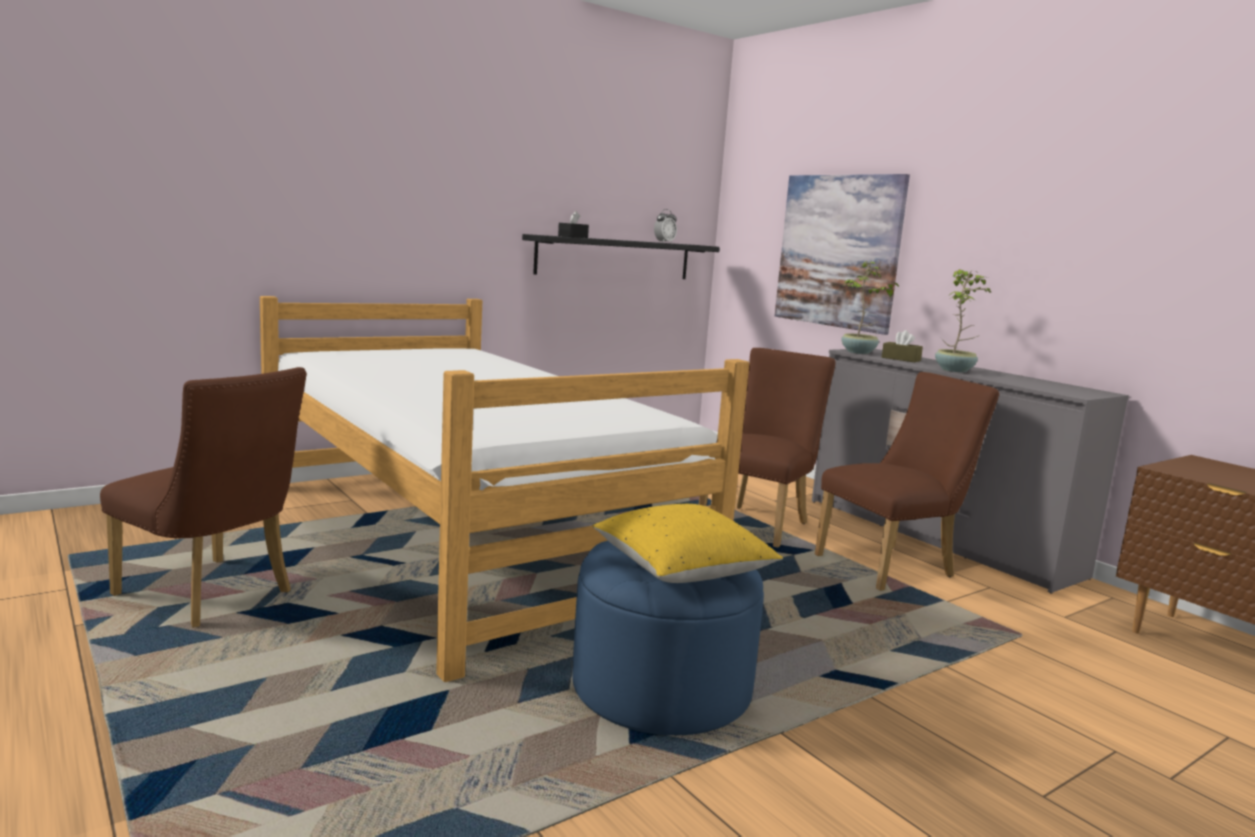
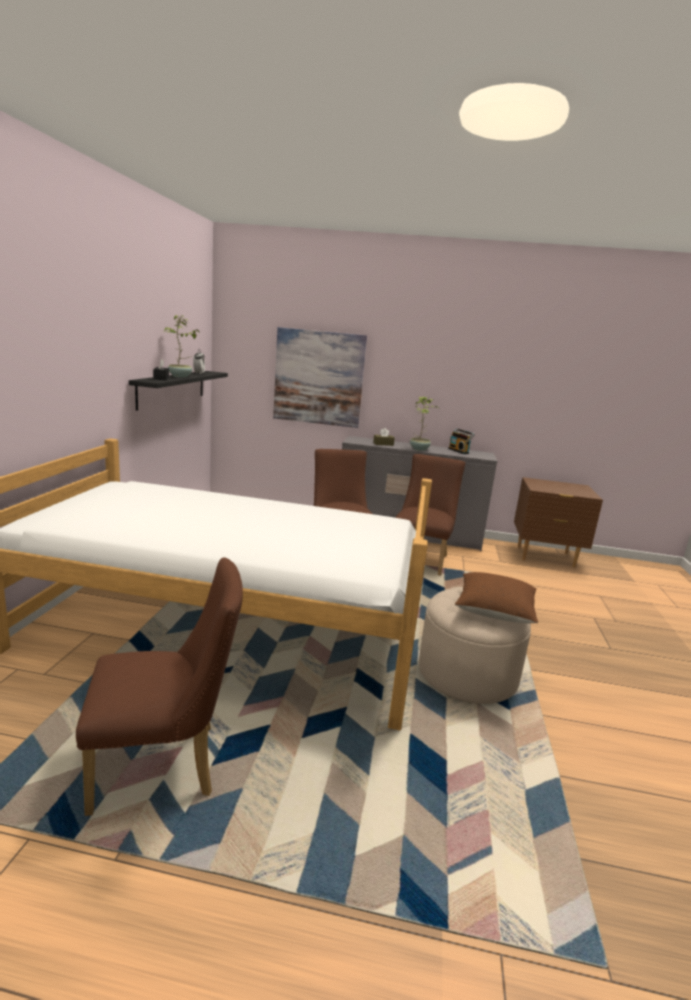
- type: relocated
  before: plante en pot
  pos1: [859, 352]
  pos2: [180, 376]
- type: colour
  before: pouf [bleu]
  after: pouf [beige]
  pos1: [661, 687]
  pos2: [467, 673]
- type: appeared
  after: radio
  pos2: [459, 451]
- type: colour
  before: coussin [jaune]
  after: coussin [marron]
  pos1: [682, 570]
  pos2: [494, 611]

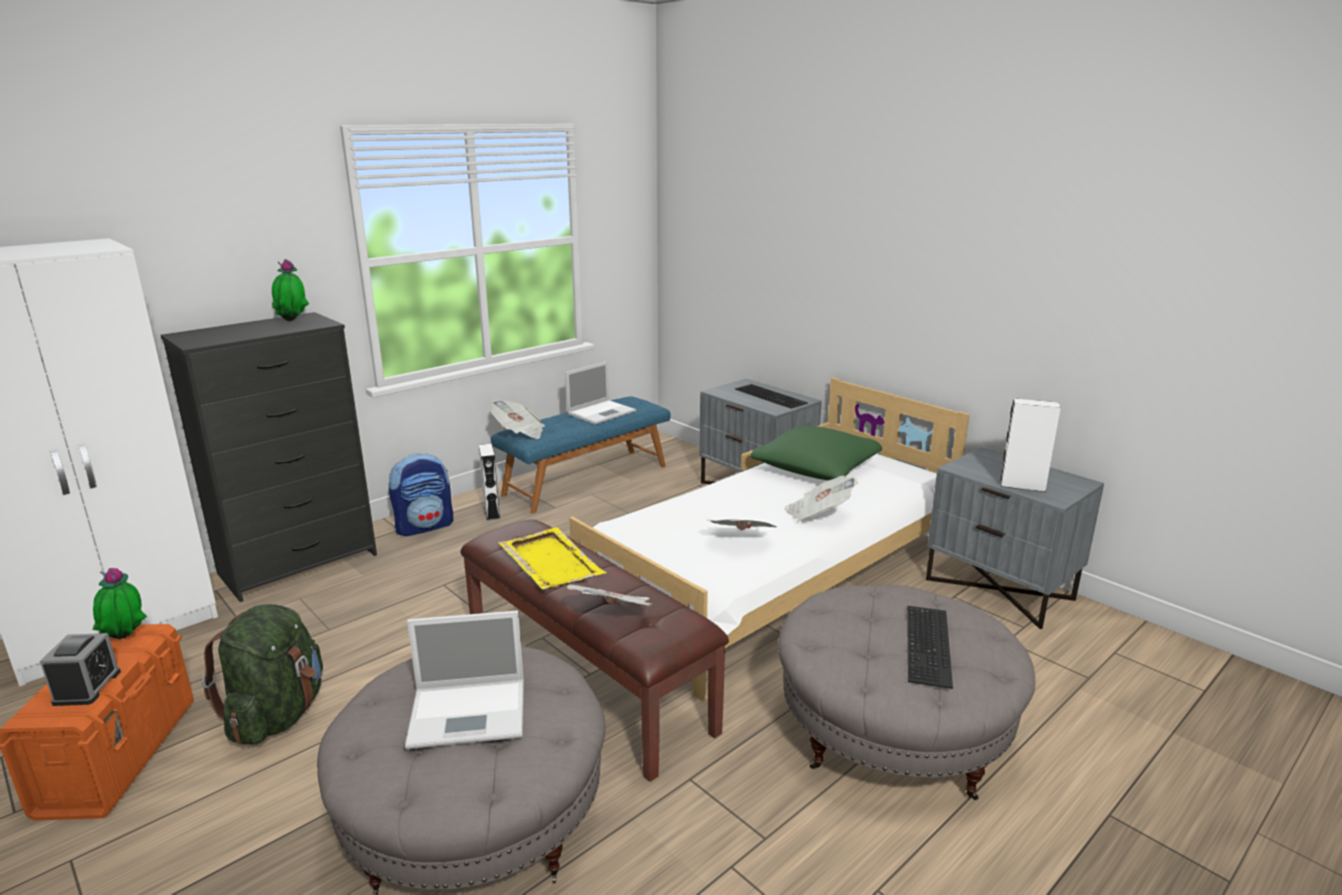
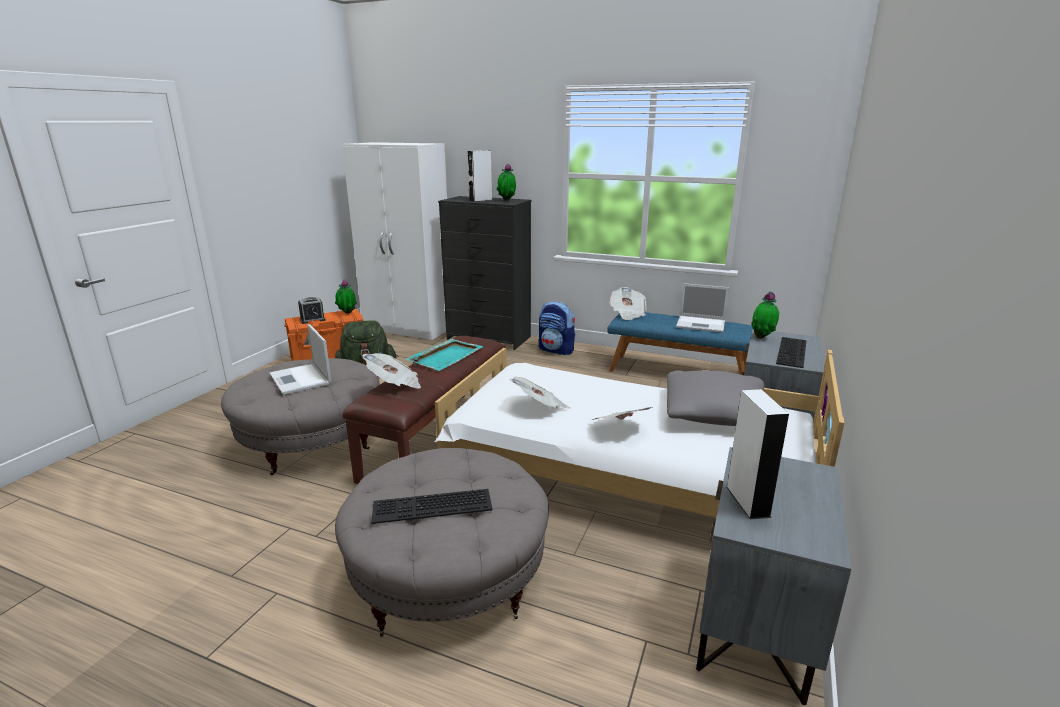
- type: colour
  before: plateau [jaune]
  after: plateau [turquoise]
  pos1: [550, 561]
  pos2: [446, 356]
- type: relocated
  before: enceinte [blanc]
  pos1: [491, 512]
  pos2: [480, 200]
- type: colour
  before: coussin [vert]
  after: coussin [gris]
  pos1: [816, 469]
  pos2: [715, 414]
- type: appeared
  after: plante en pot
  pos2: [762, 338]

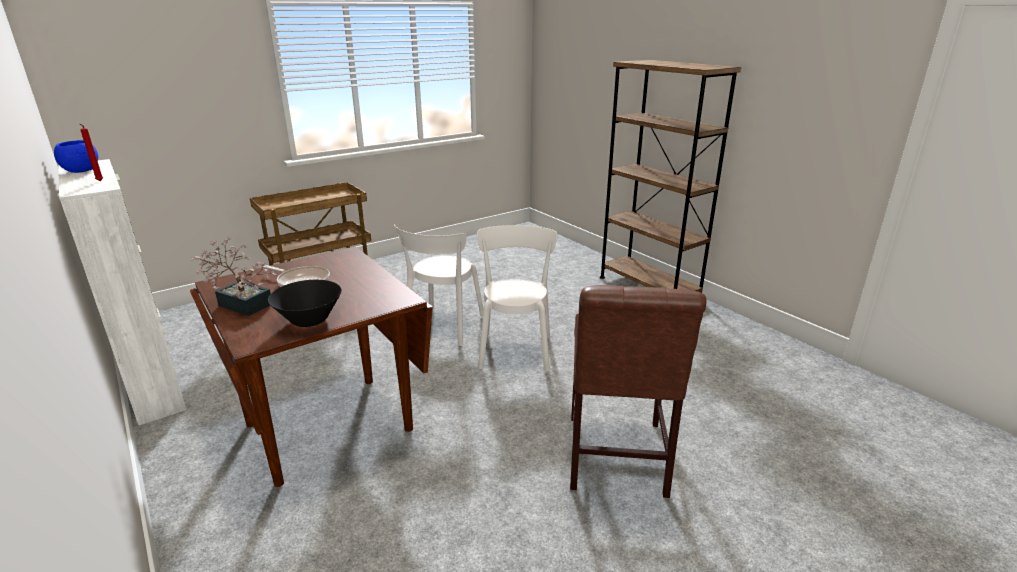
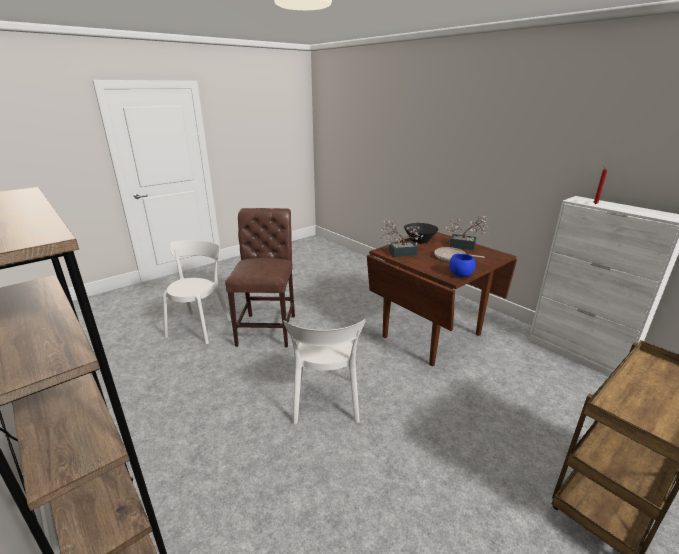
- type: relocated
  before: chaise [blanc]
  pos1: [443, 327]
  pos2: [200, 326]
- type: appeared
  after: plante en pot
  pos2: [399, 253]
- type: relocated
  before: bol [bleu]
  pos1: [82, 171]
  pos2: [461, 275]

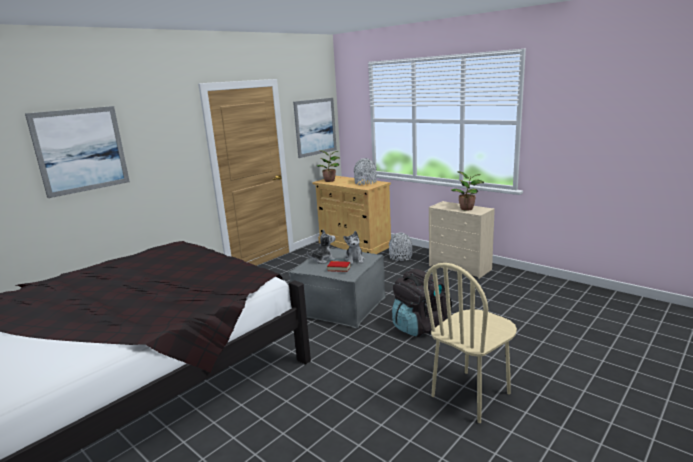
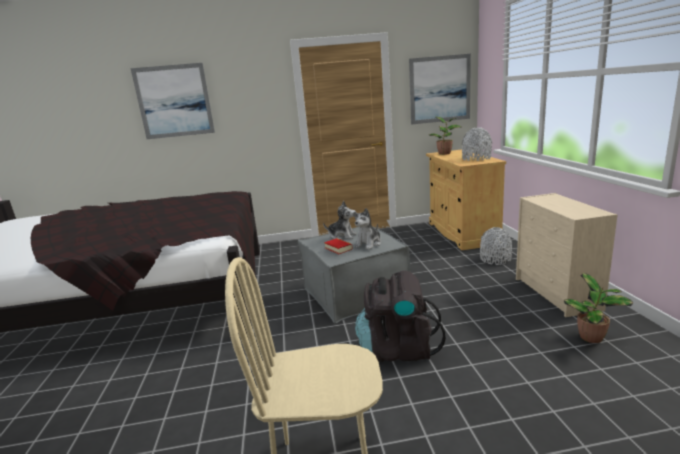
- type: relocated
  before: plante en pot
  pos1: [467, 209]
  pos2: [592, 338]

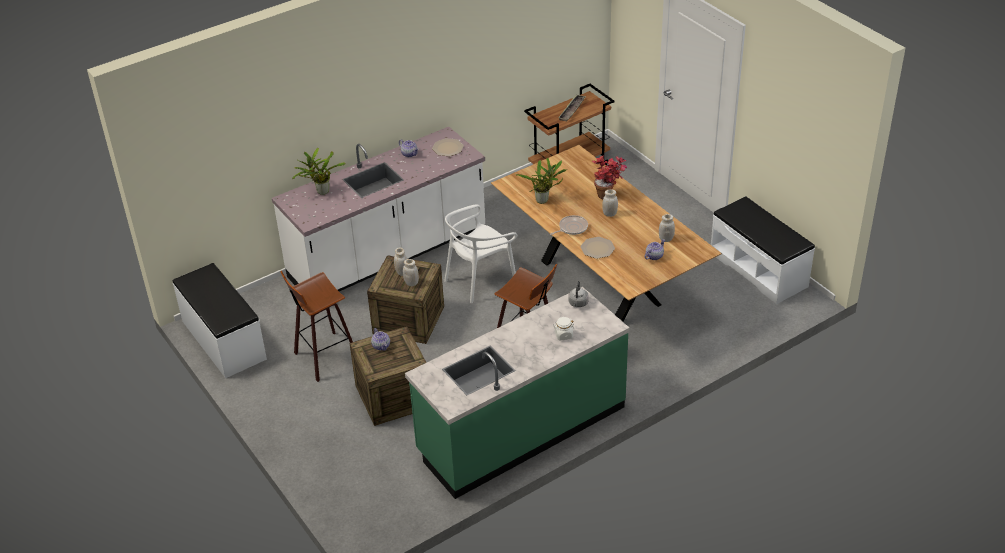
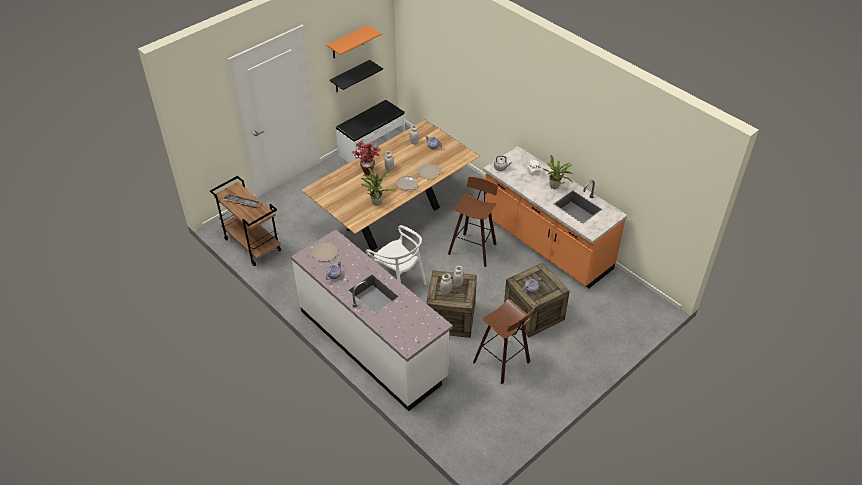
- type: appeared
  after: étagère [orange]
  pos2: [348, 42]
- type: appeared
  after: étagère [noir]
  pos2: [350, 77]
- type: colour
  before: comptoir de cuisine [vert]
  after: comptoir de cuisine [orange]
  pos1: [521, 429]
  pos2: [545, 244]
- type: relocated
  before: plante en pot
  pos1: [321, 192]
  pos2: [554, 187]
- type: missing
  before: banc [blanc]
  pos1: [223, 340]

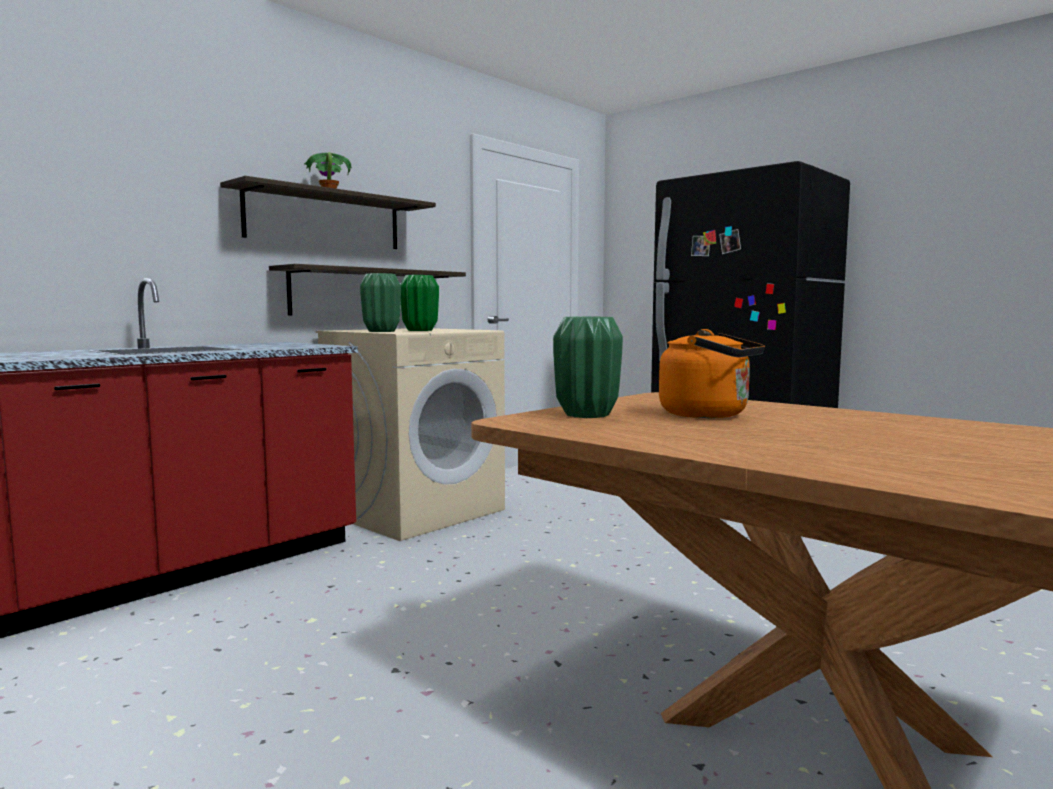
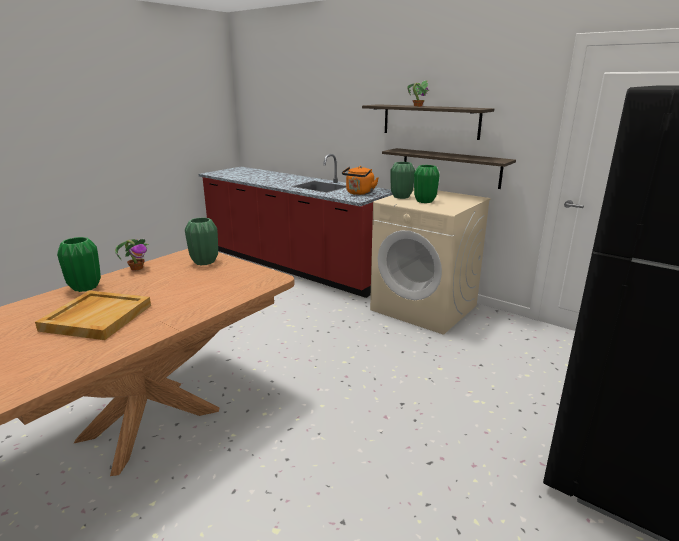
- type: appeared
  after: plateau [beige]
  pos2: [97, 317]
- type: appeared
  after: vase [vert]
  pos2: [85, 287]
- type: appeared
  after: plante en pot
  pos2: [137, 268]
- type: relocated
  before: bouilloire [orange]
  pos1: [709, 415]
  pos2: [359, 193]

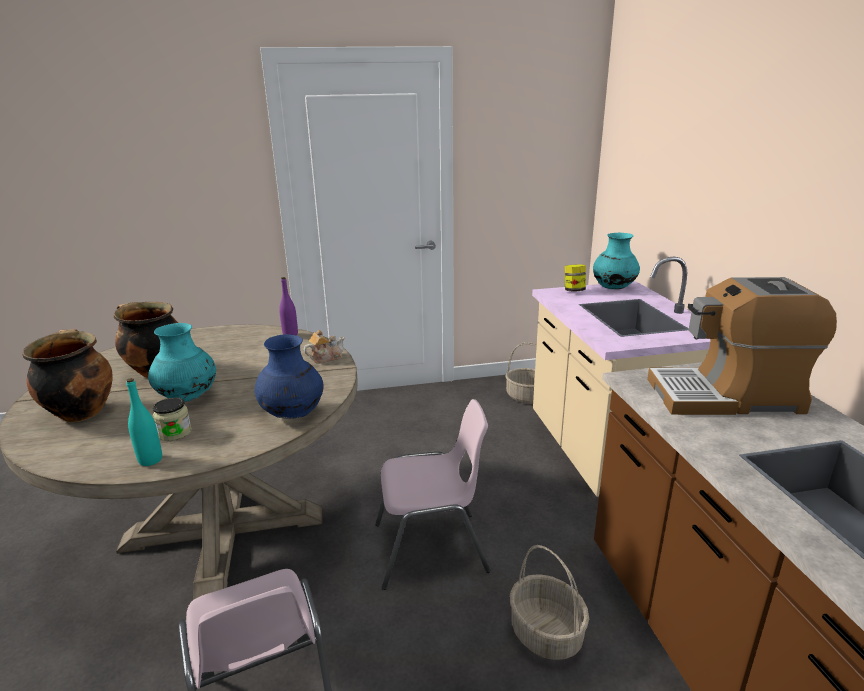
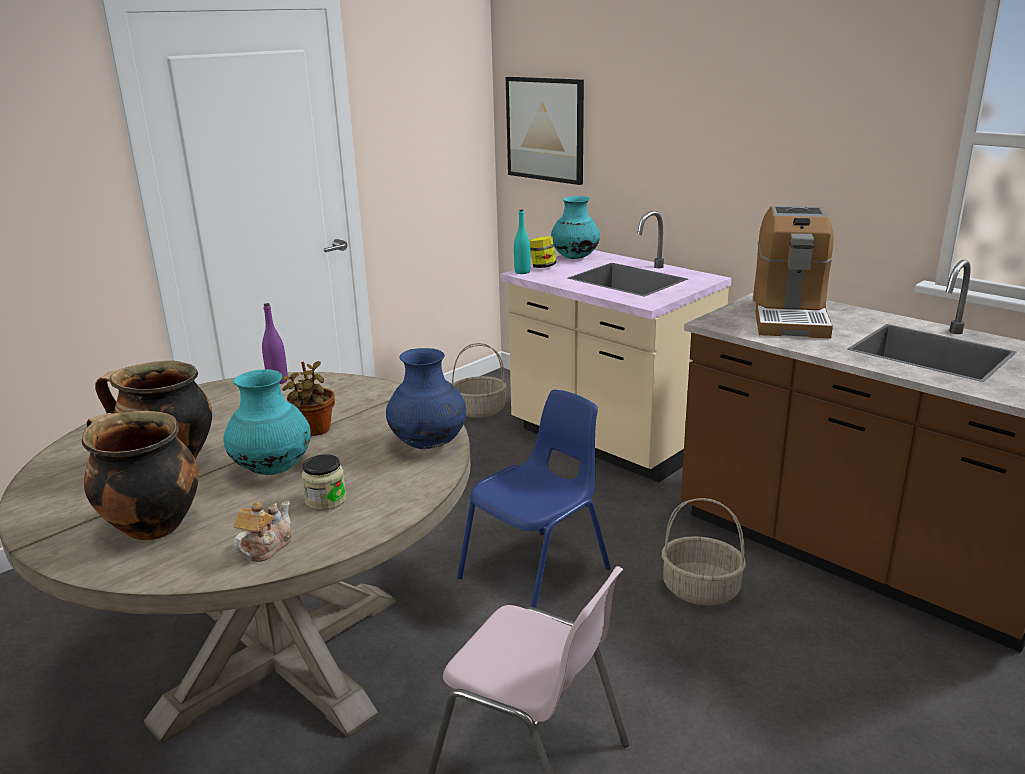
- type: relocated
  before: théière
  pos1: [325, 358]
  pos2: [265, 547]
- type: appeared
  after: plante en pot
  pos2: [314, 431]
- type: colour
  before: chaise [rose]
  after: chaise [bleu]
  pos1: [432, 548]
  pos2: [537, 573]
- type: appeared
  after: tableau
  pos2: [545, 129]
- type: relocated
  before: bouteille [turquoise]
  pos1: [150, 460]
  pos2: [522, 272]
- type: spun
  before: machine à café
  pos1: [726, 396]
  pos2: [789, 316]
  turn: -45

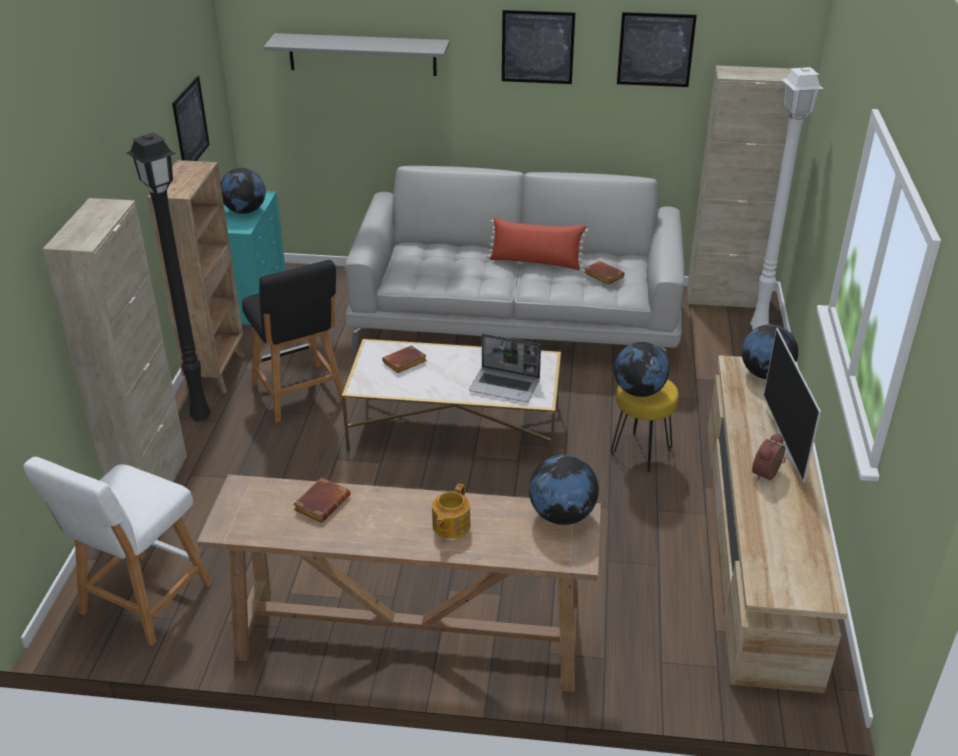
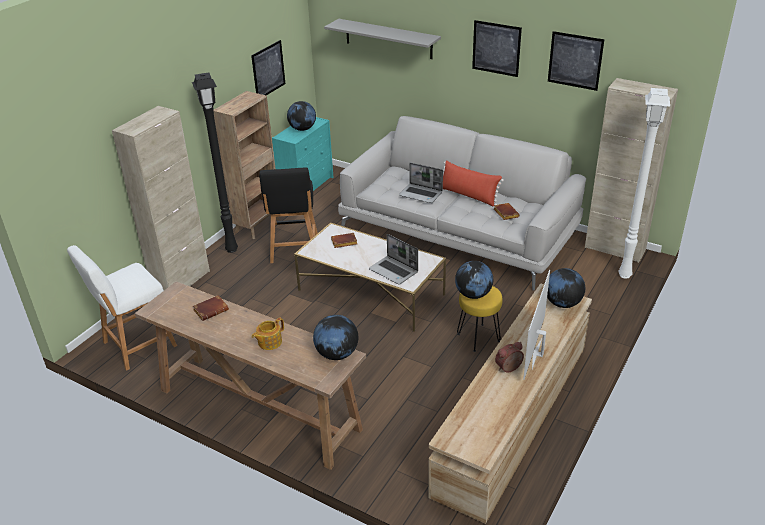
- type: appeared
  after: ordinateur portable
  pos2: [421, 194]

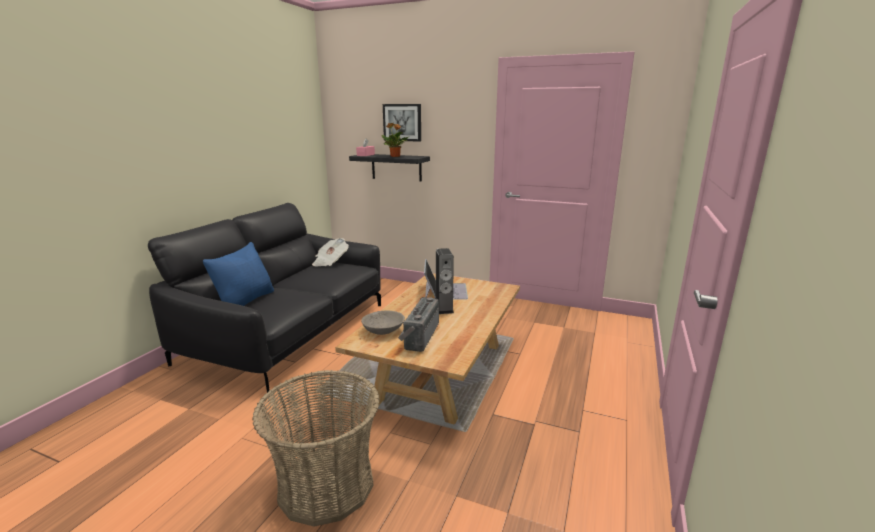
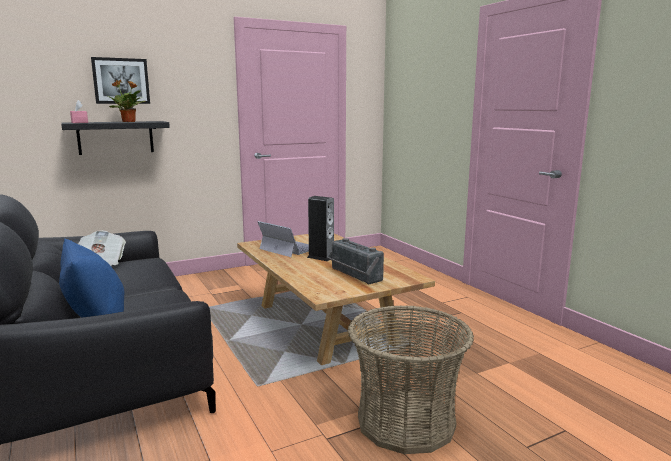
- type: missing
  before: bol [gris]
  pos1: [383, 330]

